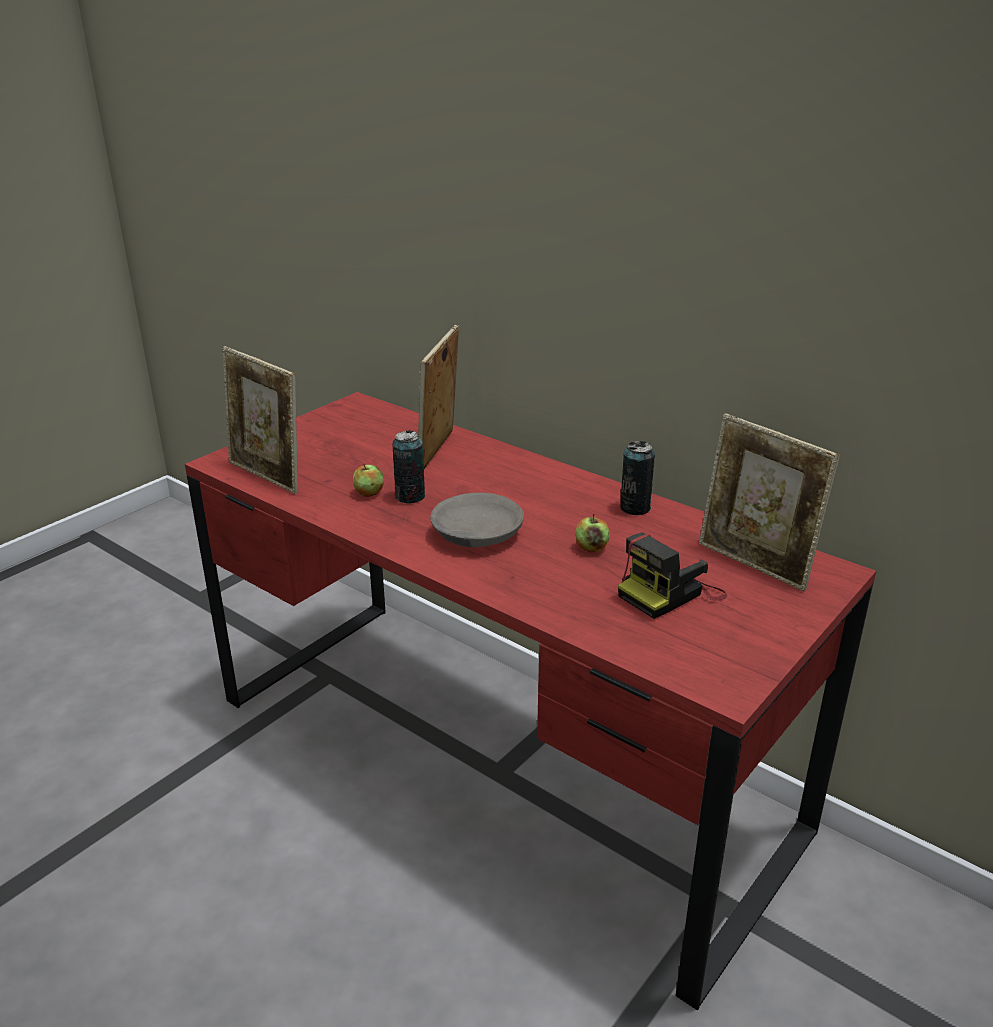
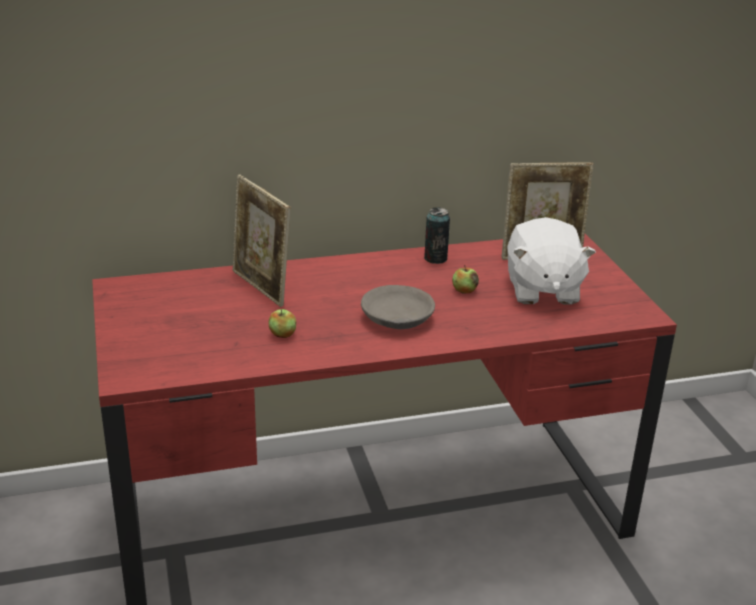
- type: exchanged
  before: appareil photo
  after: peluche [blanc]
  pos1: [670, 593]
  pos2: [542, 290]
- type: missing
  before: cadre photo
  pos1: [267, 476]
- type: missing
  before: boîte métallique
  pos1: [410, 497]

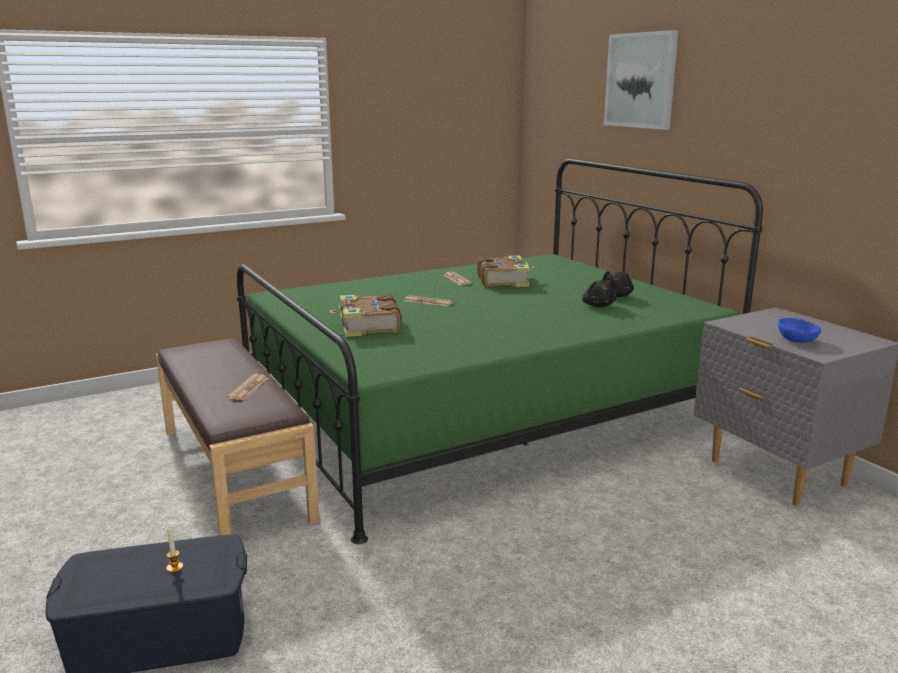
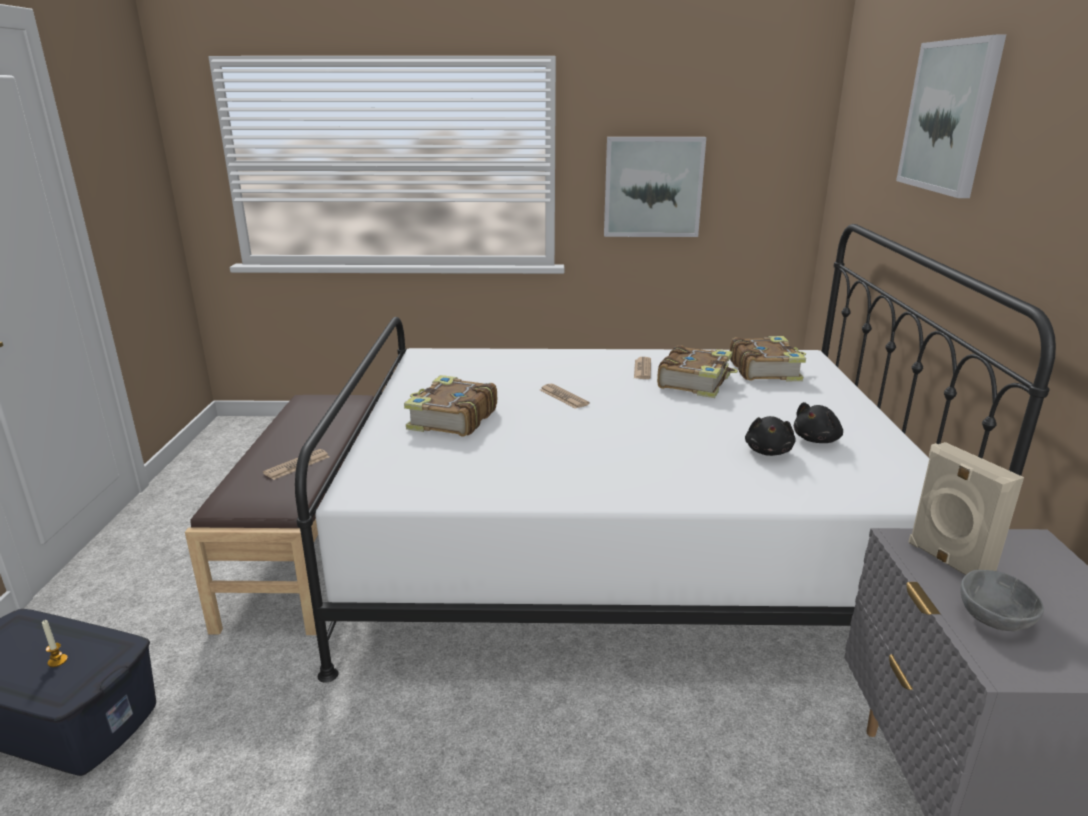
- type: colour
  before: lit [vert]
  after: lit [blanc]
  pos1: [481, 414]
  pos2: [620, 544]
- type: appeared
  after: tableau
  pos2: [653, 187]
- type: appeared
  after: livre
  pos2: [765, 370]
- type: appeared
  after: enceinte [beige]
  pos2: [947, 561]
- type: colour
  before: bol [bleu]
  after: bol [gris]
  pos1: [797, 341]
  pos2: [996, 619]

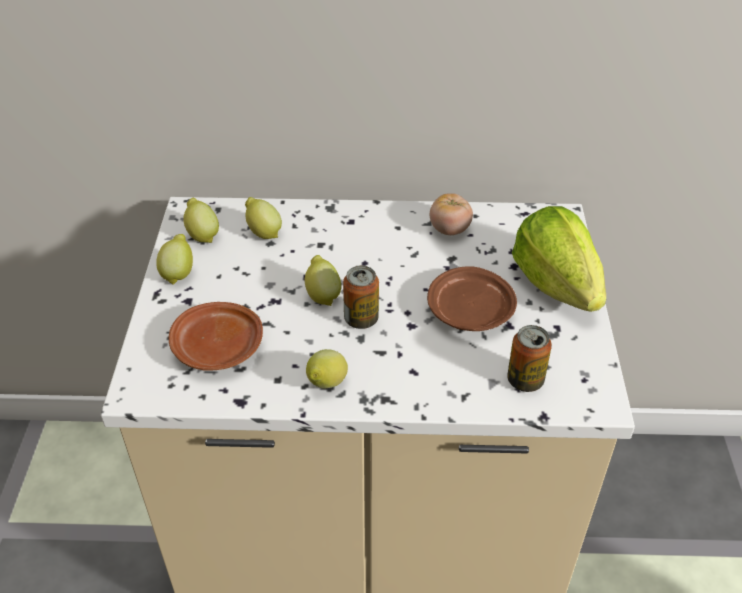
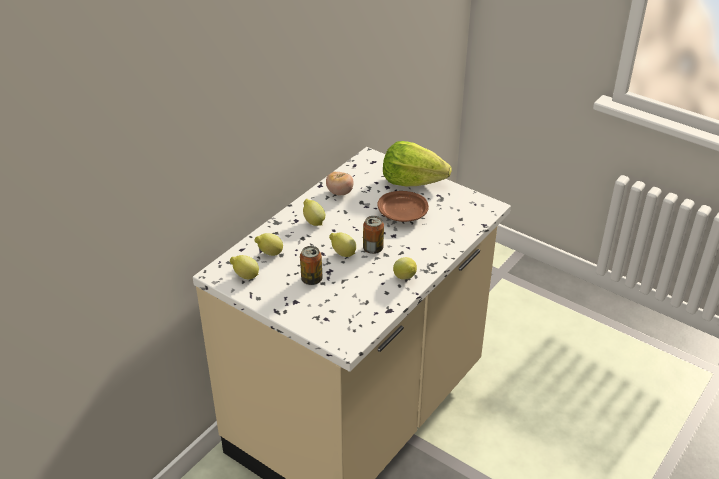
- type: relocated
  before: boîte métallique
  pos1: [525, 380]
  pos2: [311, 279]
- type: relocated
  before: citron
  pos1: [178, 273]
  pos2: [313, 221]
- type: missing
  before: assiette [marron]
  pos1: [219, 348]

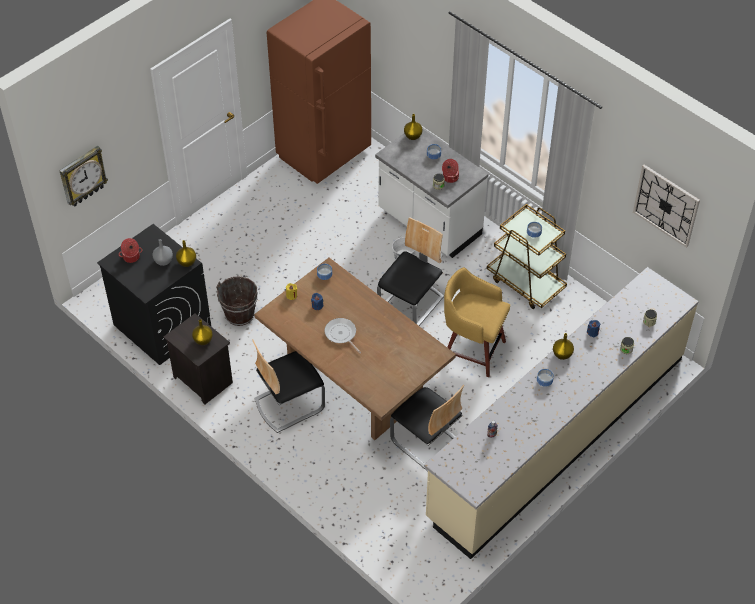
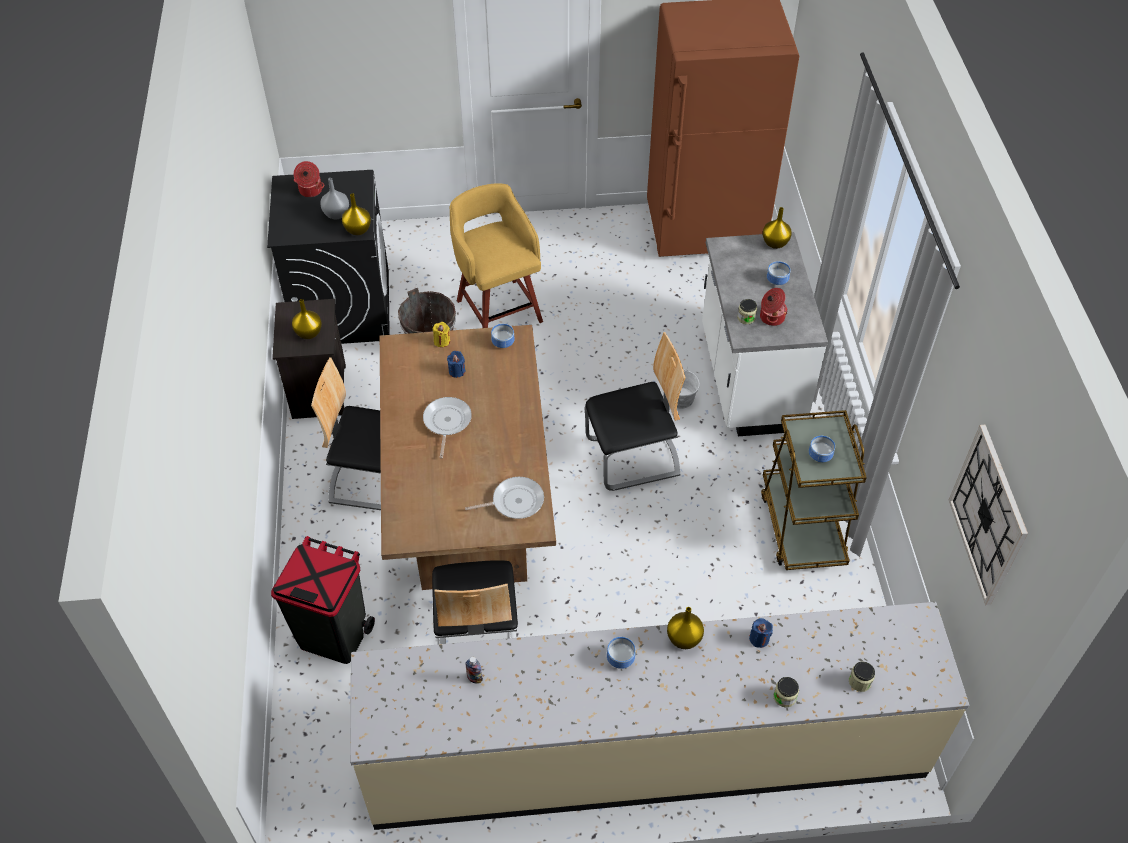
- type: appeared
  after: poubelle [noir]
  pos2: [333, 635]
- type: relocated
  before: tabouret [jaune]
  pos1: [472, 350]
  pos2: [498, 308]
- type: appeared
  after: poêle
  pos2: [514, 501]
- type: missing
  before: horloge murale
  pos1: [82, 176]

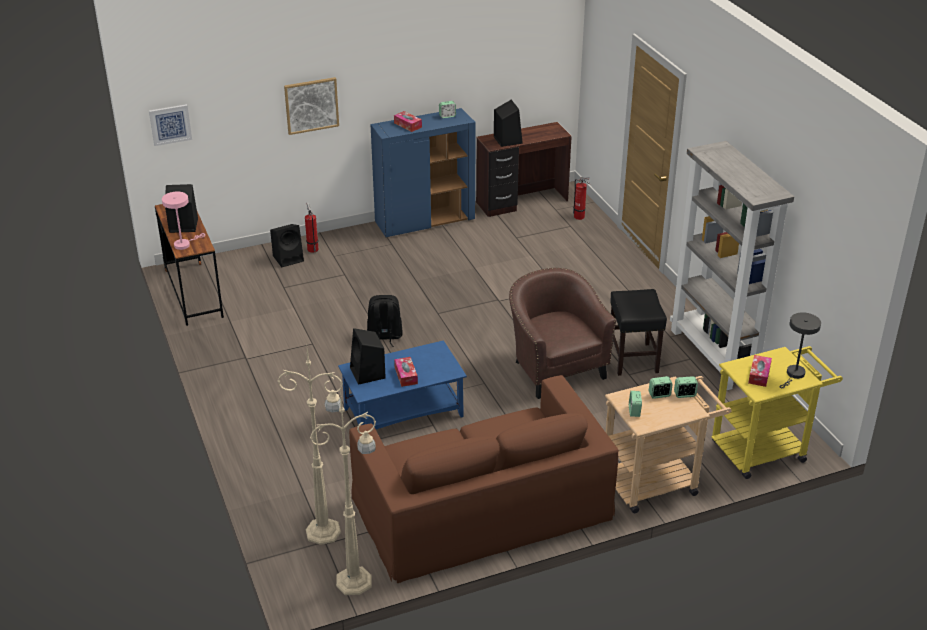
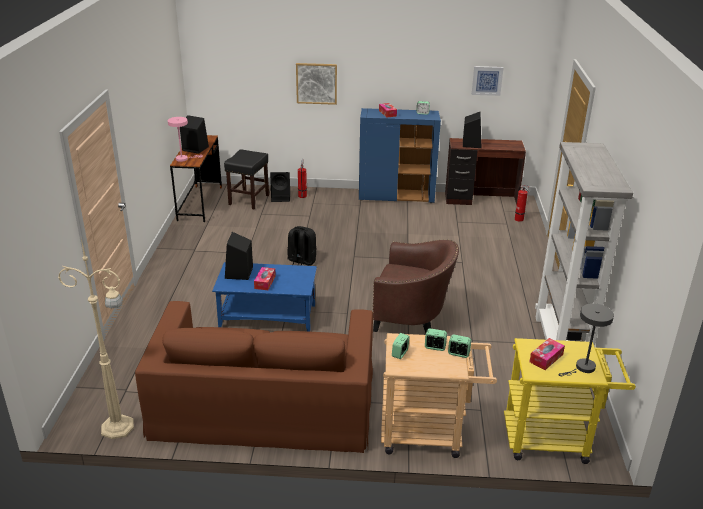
- type: relocated
  before: tabouret [noir]
  pos1: [633, 359]
  pos2: [249, 200]
- type: spun
  before: fauteuil [marron]
  pos1: [555, 368]
  pos2: [412, 318]
  turn: 105
- type: relocated
  before: tableau
  pos1: [170, 124]
  pos2: [487, 80]
- type: missing
  before: lampadaire [beige]
  pos1: [325, 532]

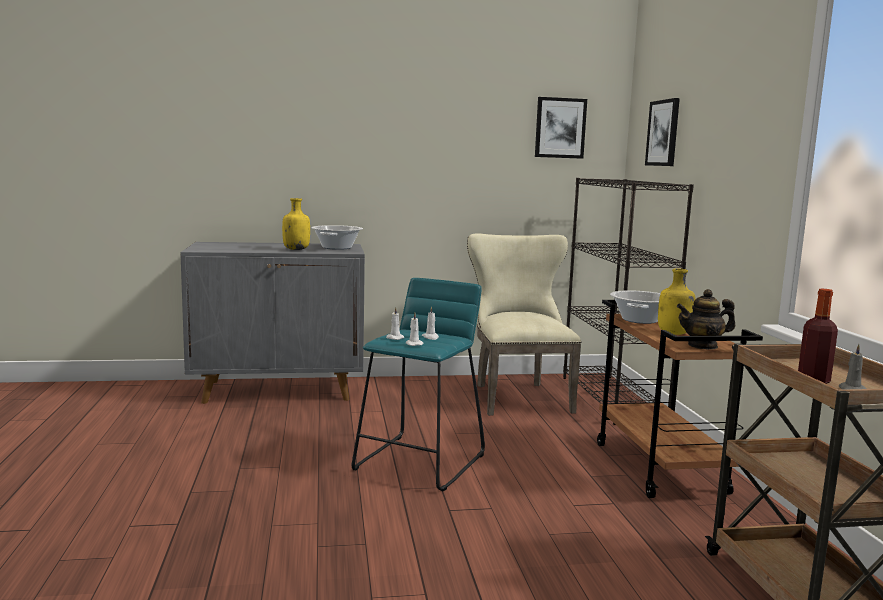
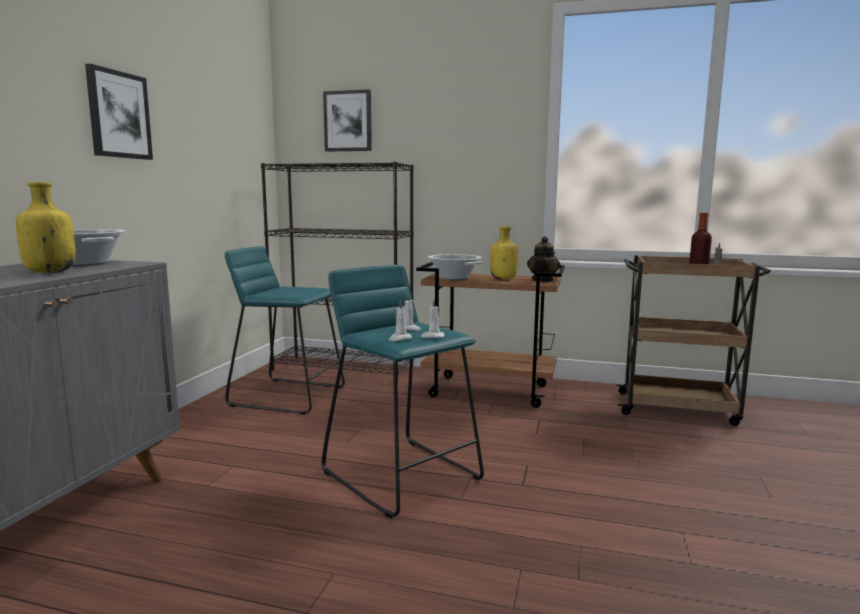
- type: relocated
  before: tableau
  pos1: [560, 128]
  pos2: [118, 115]
- type: exchanged
  before: chaise [beige]
  after: tabouret [turquoise]
  pos1: [517, 396]
  pos2: [288, 395]

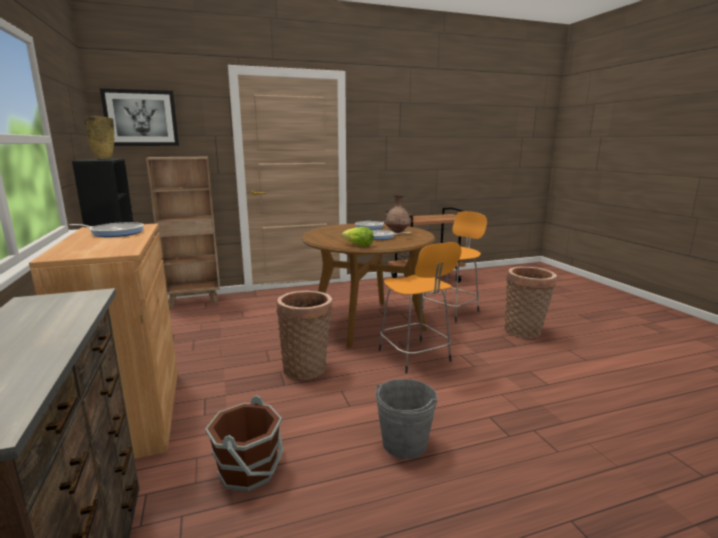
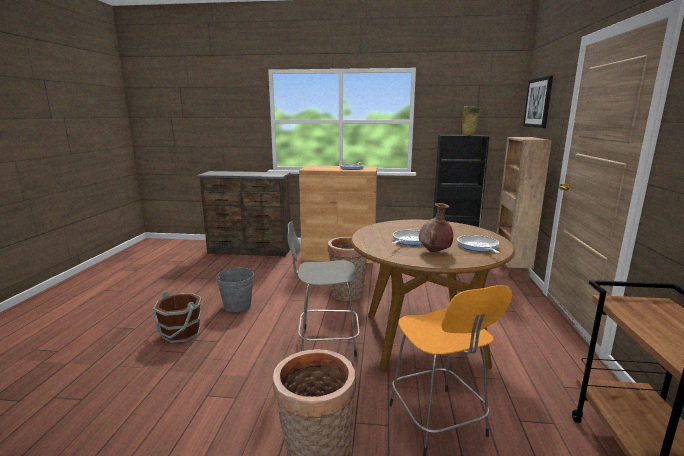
- type: relocated
  before: seau [marron]
  pos1: [249, 470]
  pos2: [181, 333]
- type: colour
  before: tabouret [orange]
  after: tabouret [gris]
  pos1: [415, 357]
  pos2: [325, 341]
- type: missing
  before: laitue
  pos1: [358, 245]

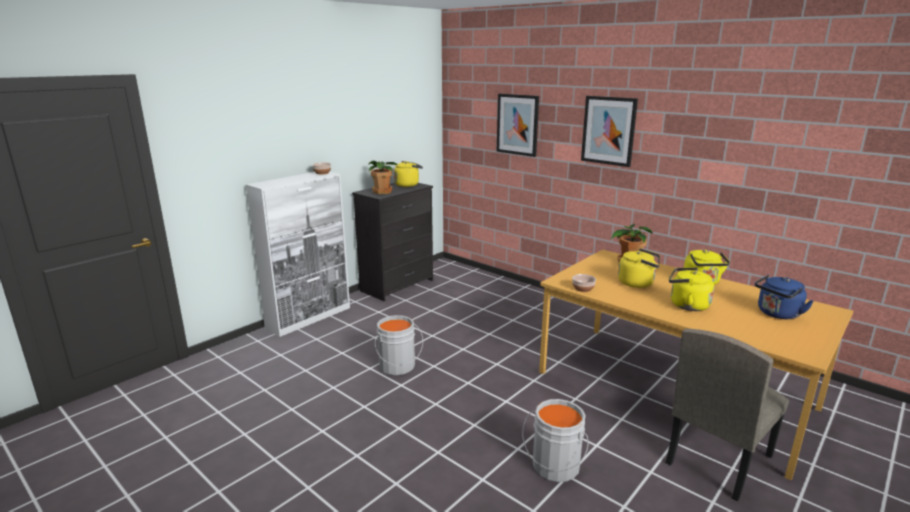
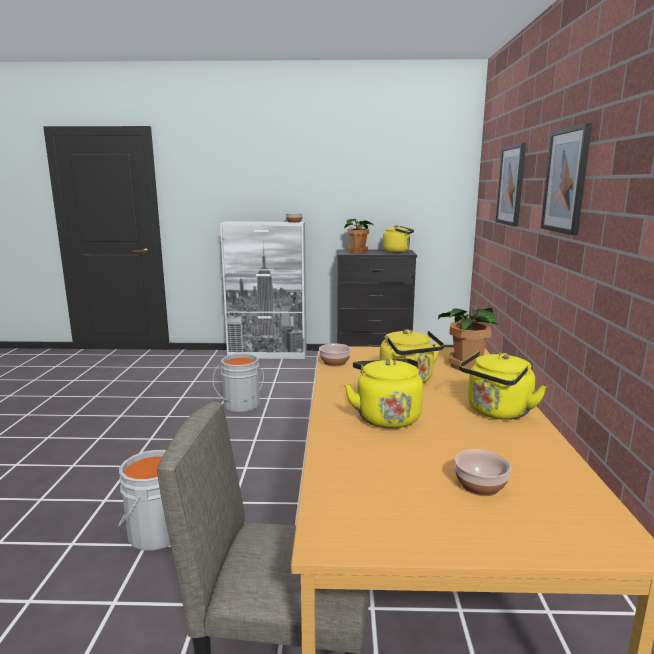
- type: exchanged
  before: bouilloire [bleu]
  after: bol
  pos1: [777, 314]
  pos2: [479, 485]

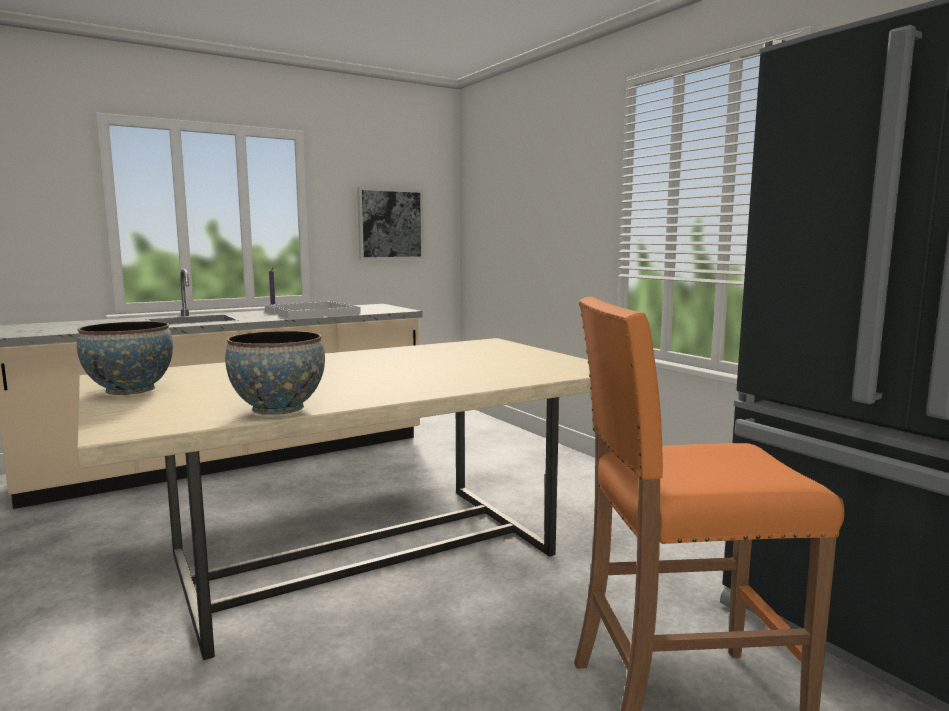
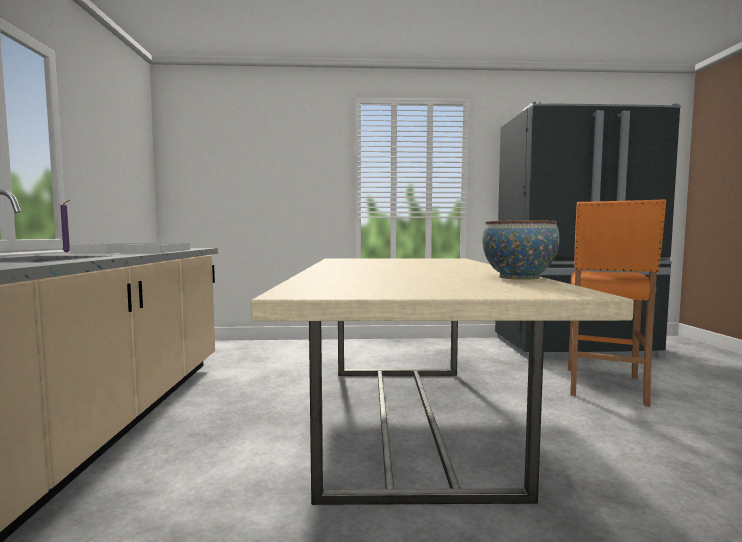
- type: missing
  before: bol
  pos1: [130, 390]
- type: missing
  before: tableau
  pos1: [390, 224]

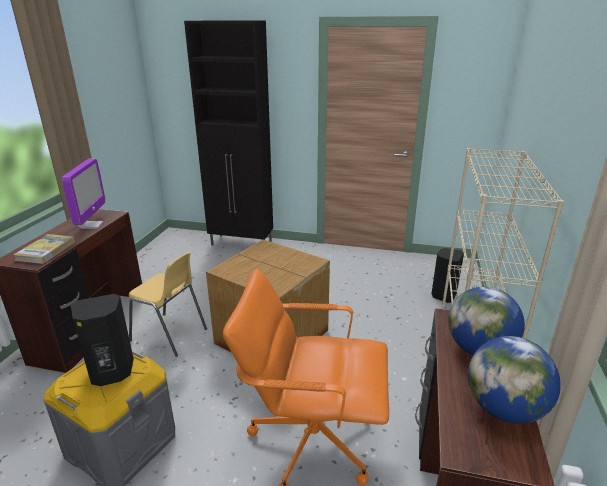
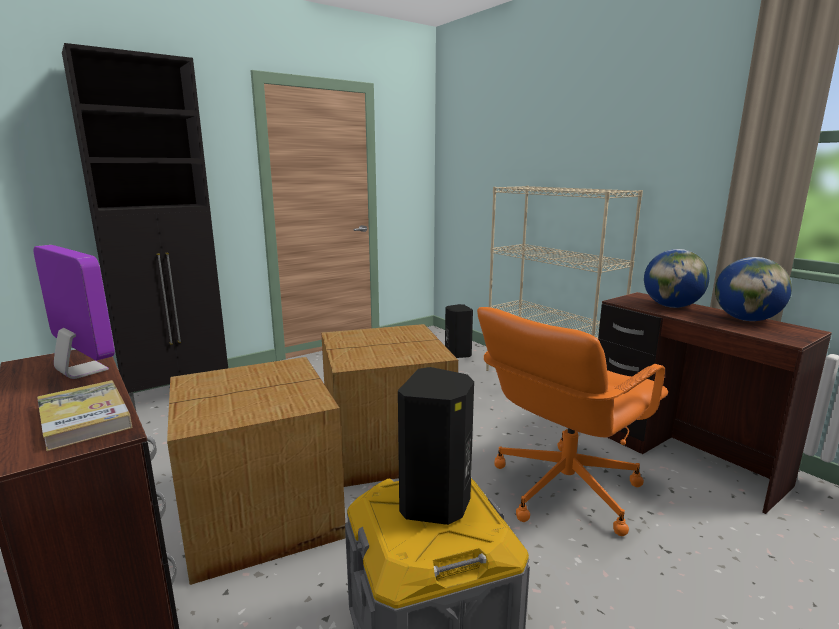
- type: exchanged
  before: chaise [jaune]
  after: carton
  pos1: [169, 335]
  pos2: [264, 515]

